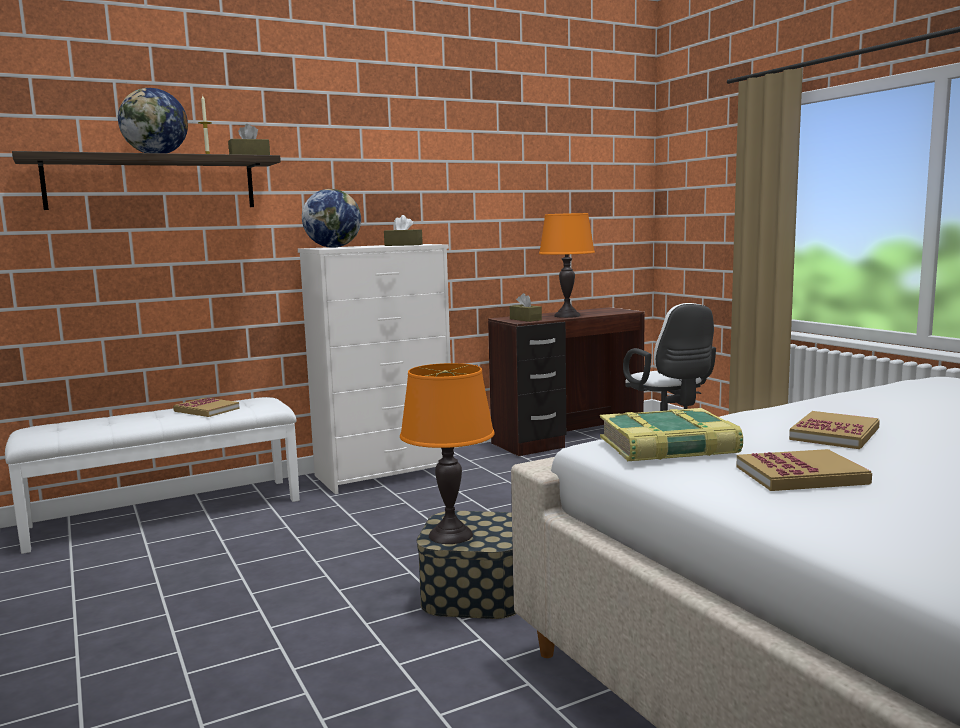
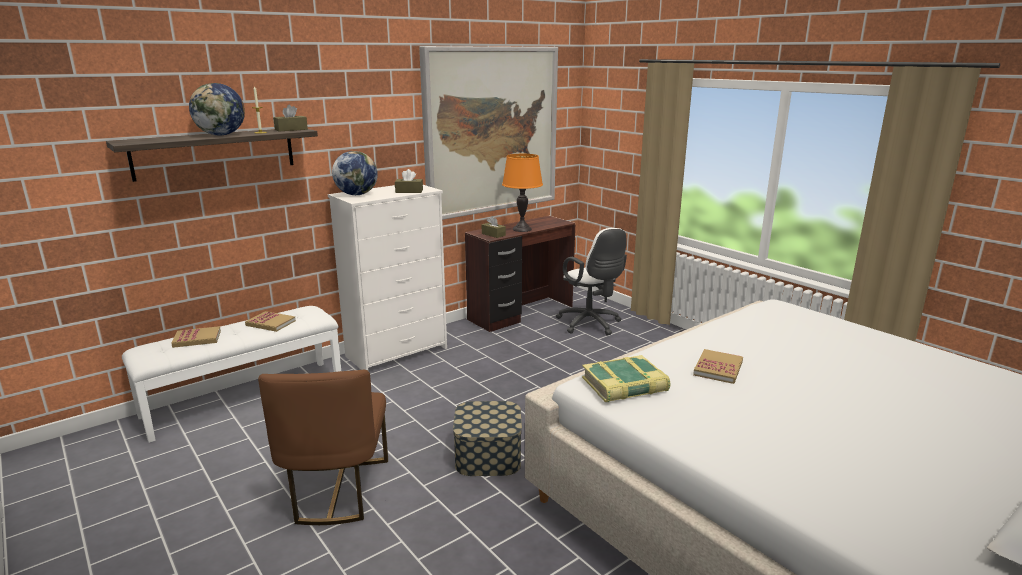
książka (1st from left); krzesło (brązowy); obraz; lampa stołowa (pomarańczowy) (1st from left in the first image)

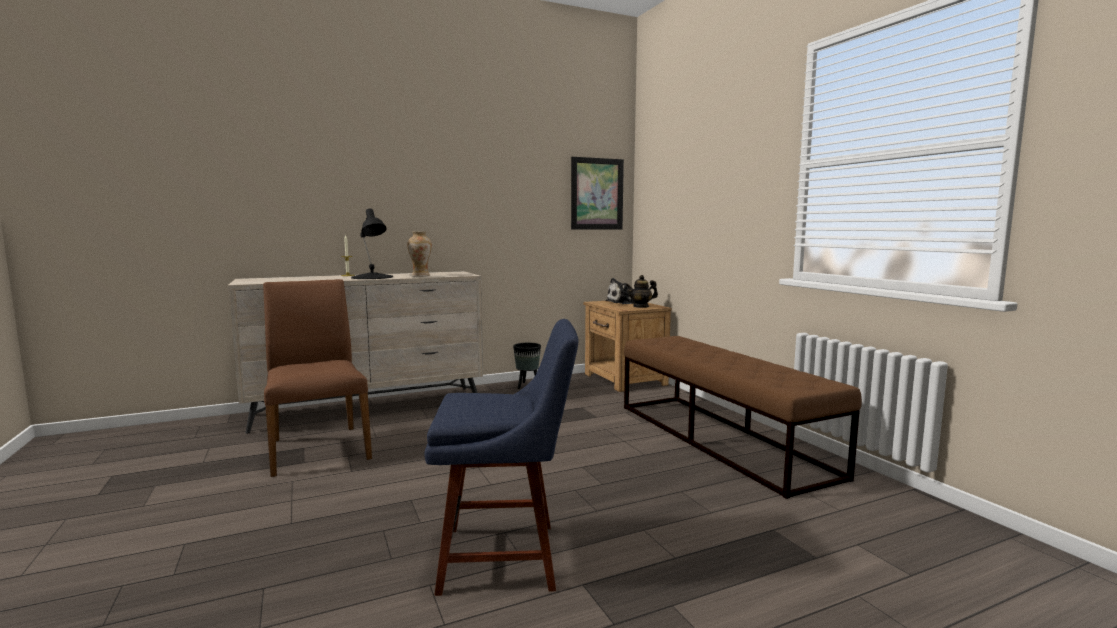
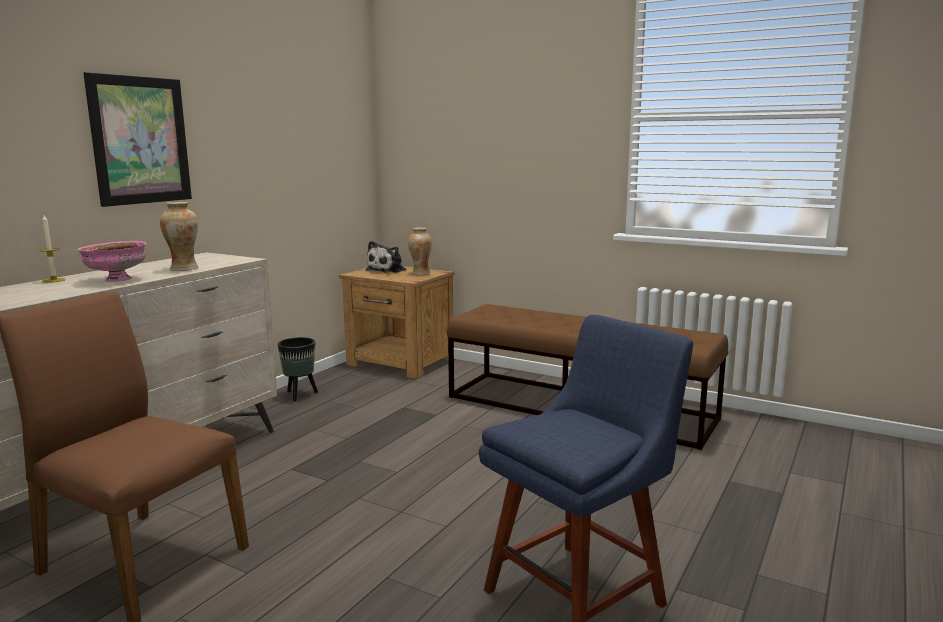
miska (różowy); obraz; wazon (2nd from left)

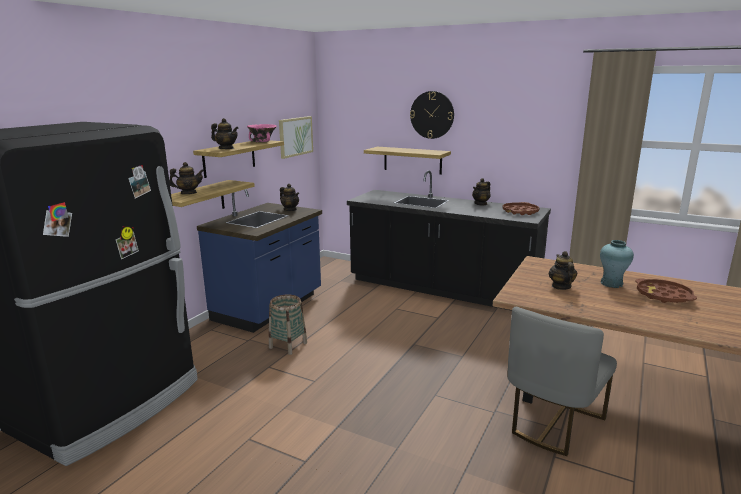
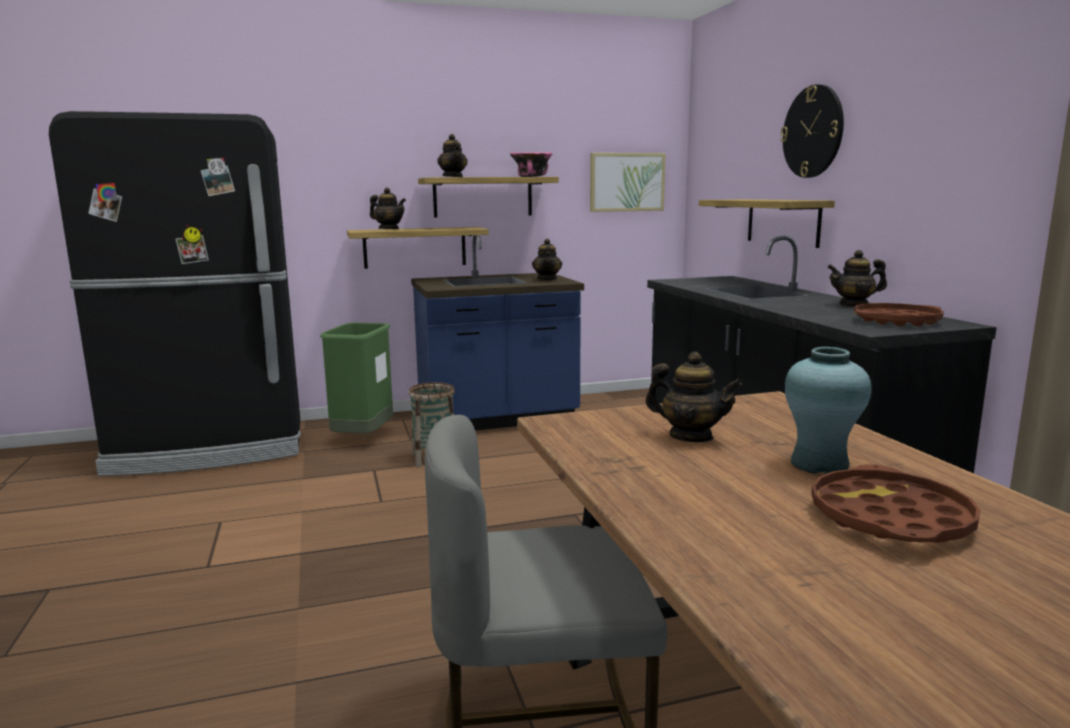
kosz na śmieci (zielony); imbryk (4th from left)

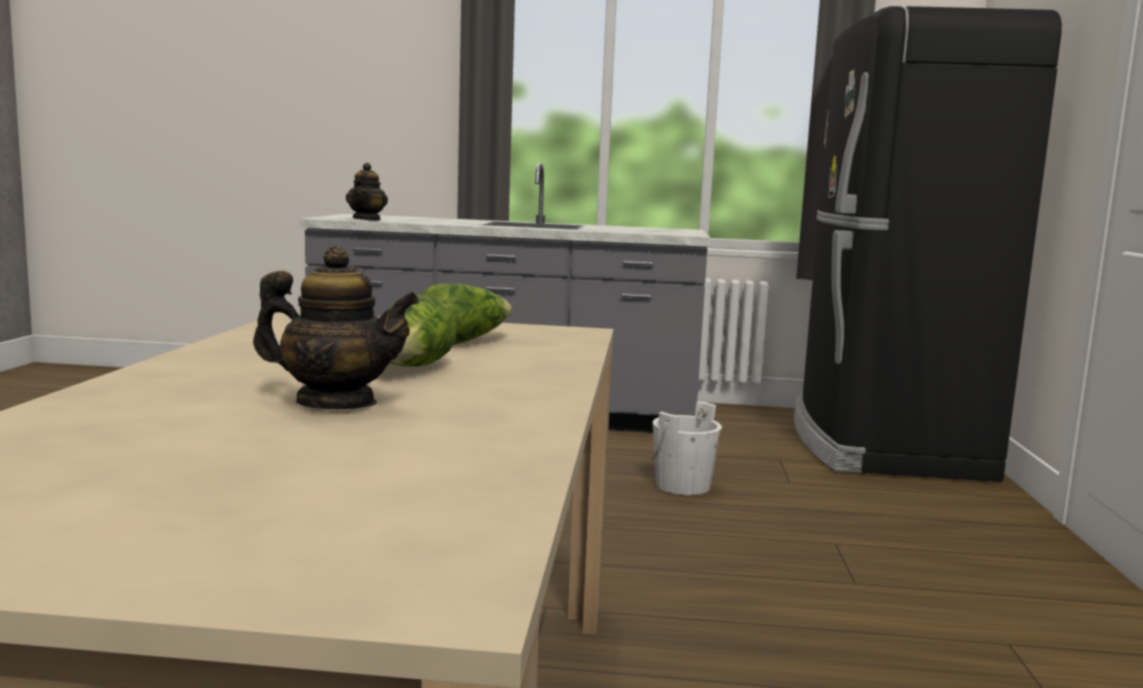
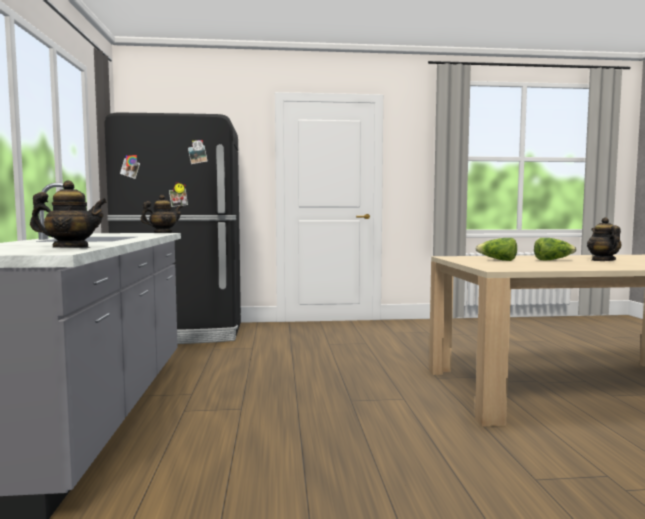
imbryk (2nd from left); wiadro (biały)

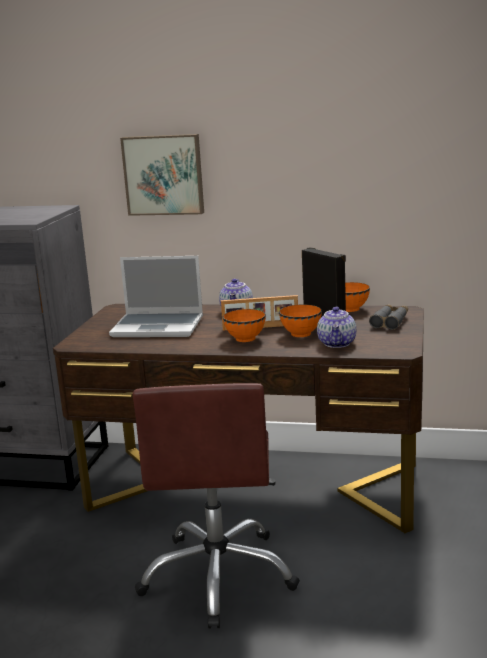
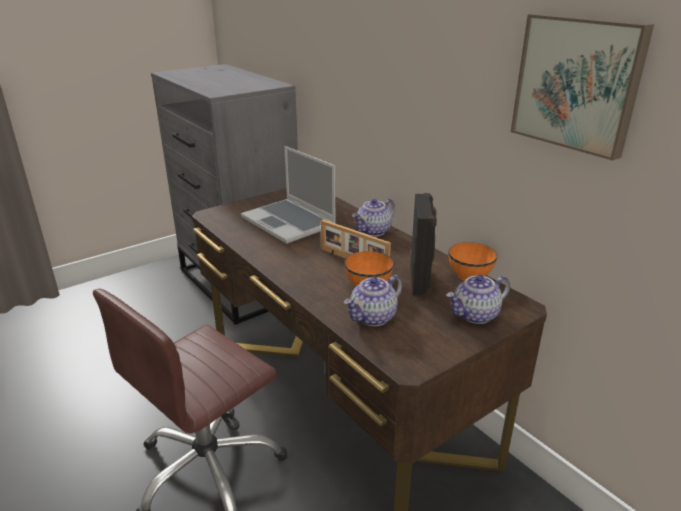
imbryk (3rd from left); obraz; miska (pomarańczowy) (1st from left in the first image)

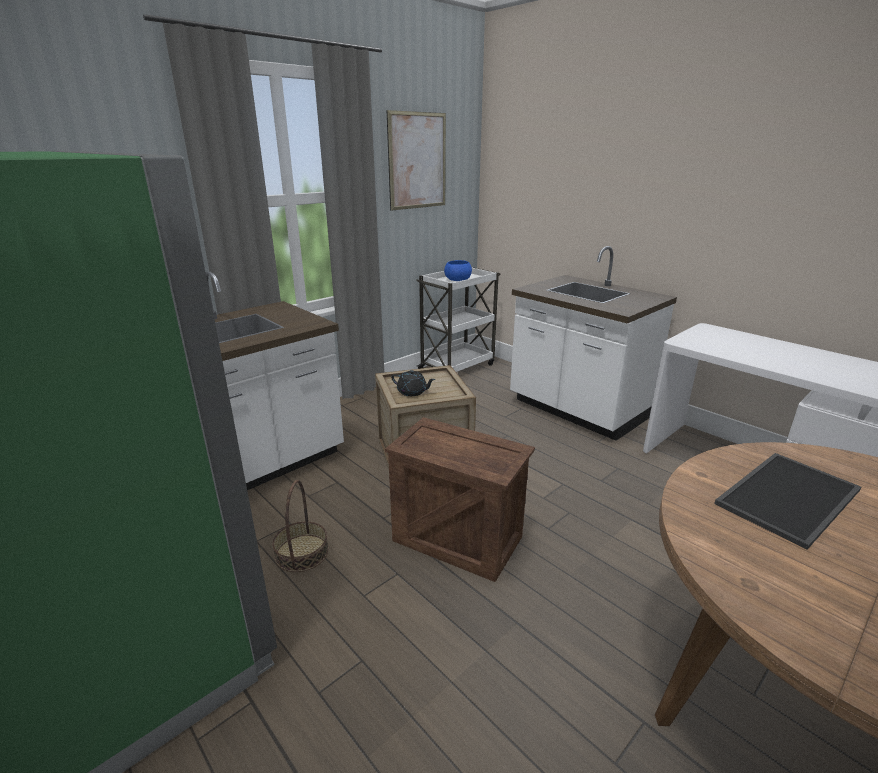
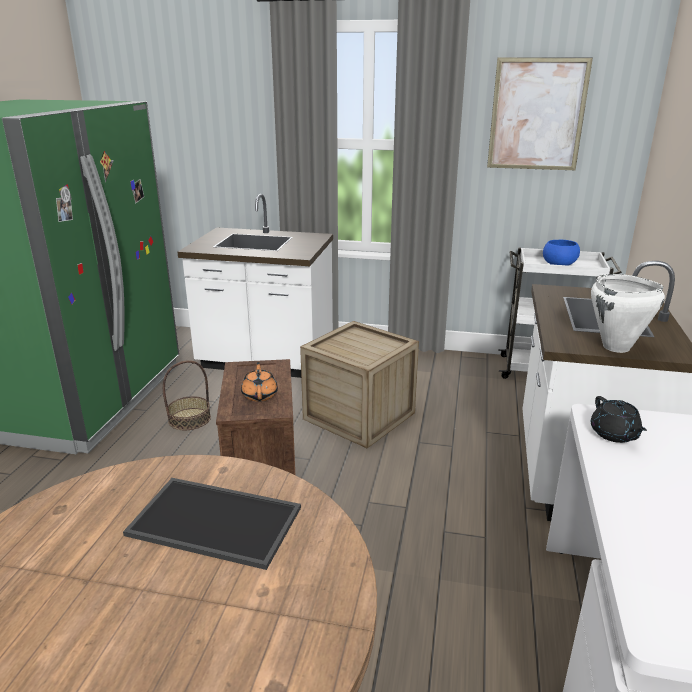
imbryk (pomarańczowy); garnek (biały); imbryk (czarny)

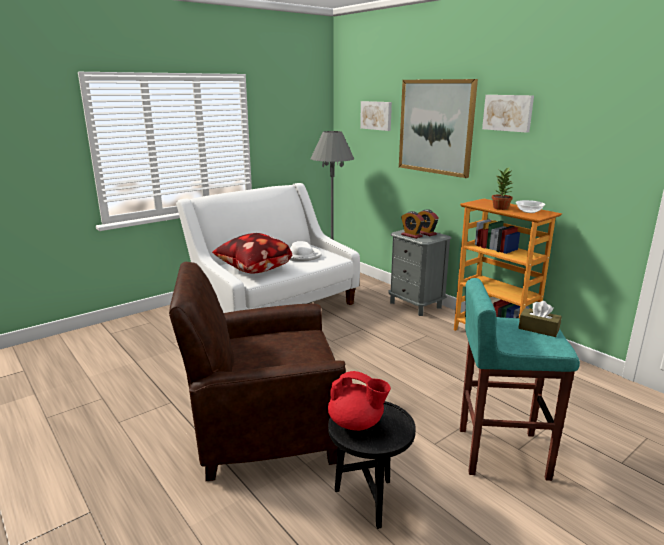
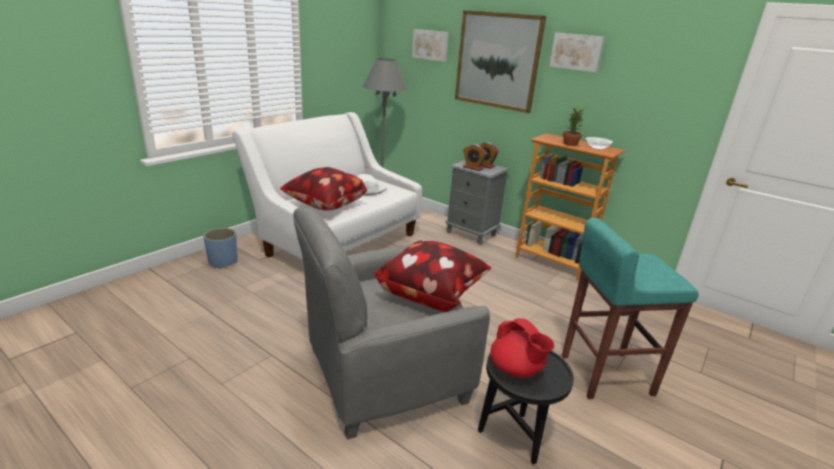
donica (niebieski); fotel (szary); poduszka (2nd from left); imbryk (czerwony); pudełko chusteczek (brązowy)

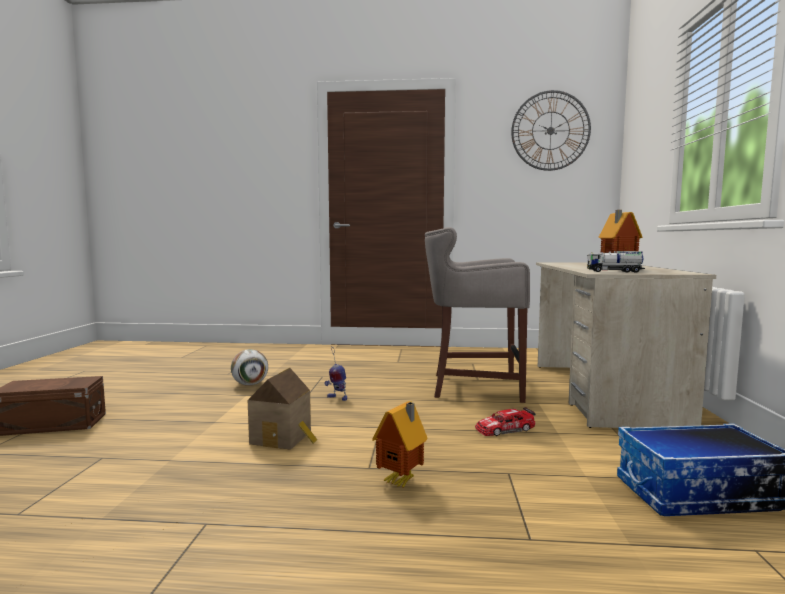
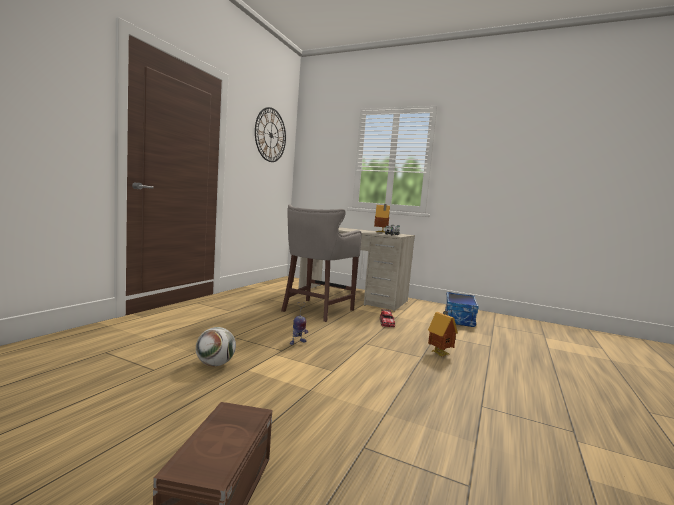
domek (1st from left in the first image)

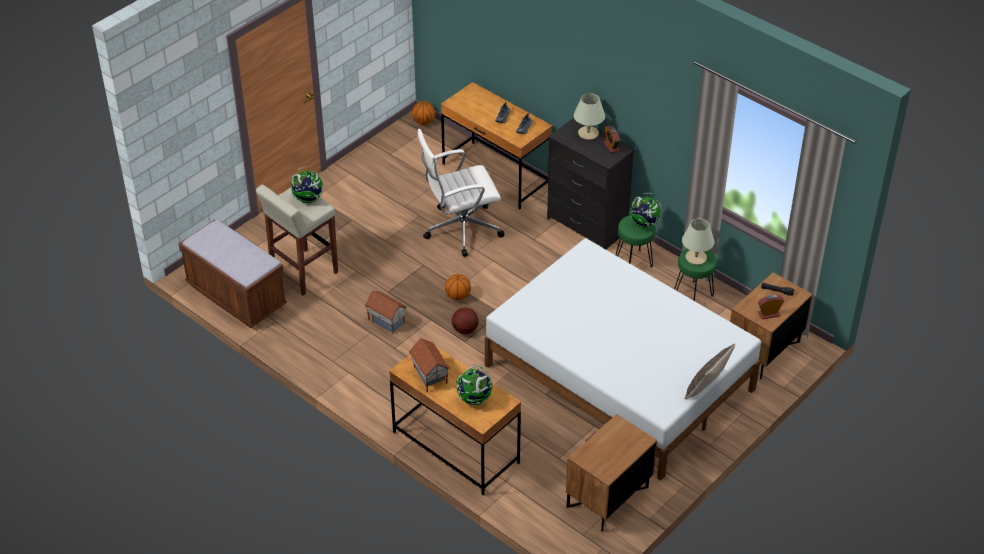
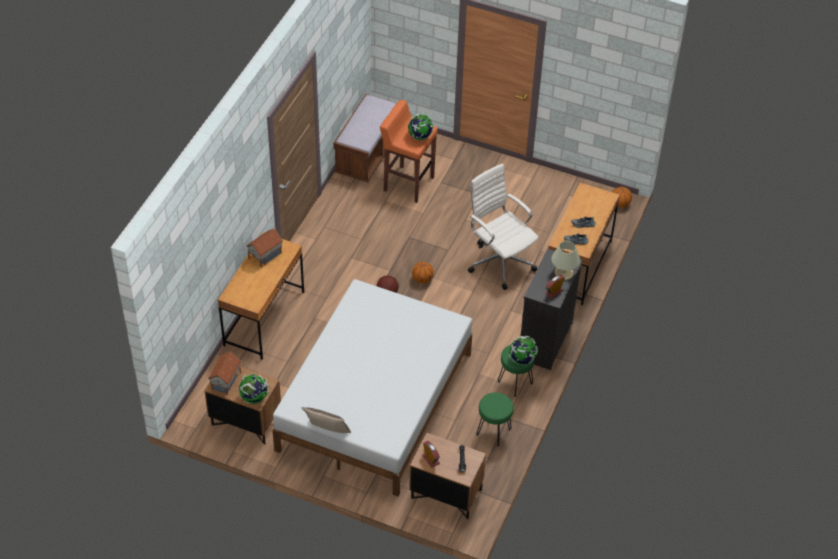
domek (1st from left); globus (1st from left); stołek (pomarańczowy); lampa stołowa (beżowy) (2nd from left in the first image)

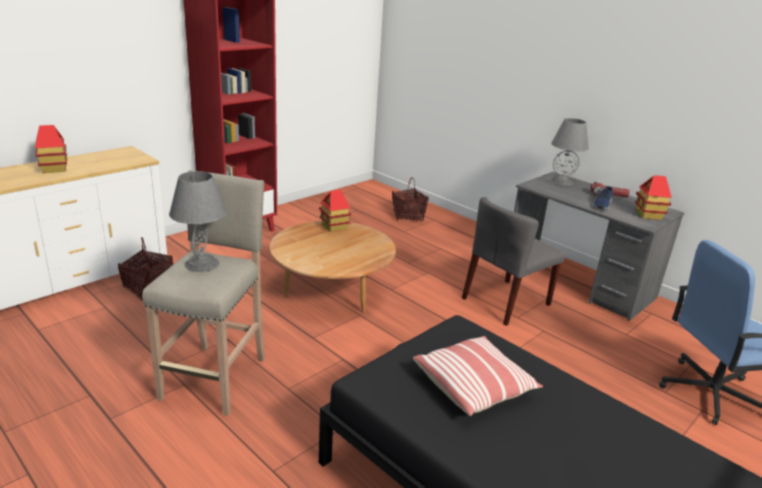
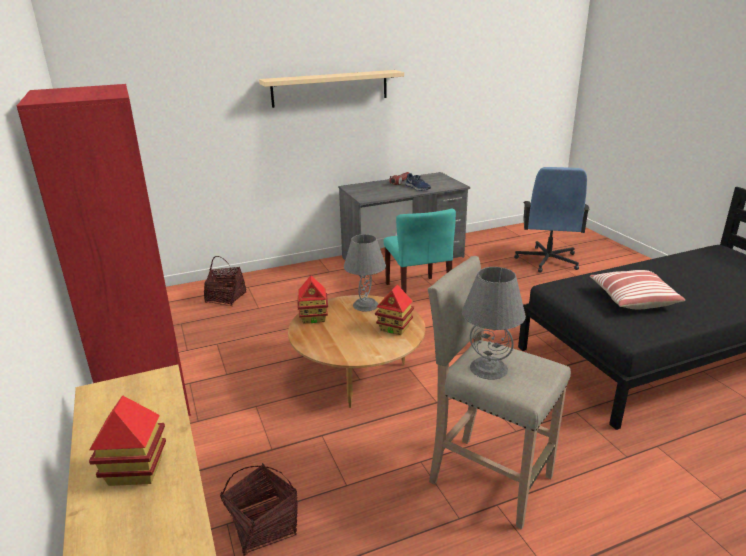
półka (beżowy); lampa stołowa (szary) (1st from left); domek (3rd from left); krzesło (turkusowy)

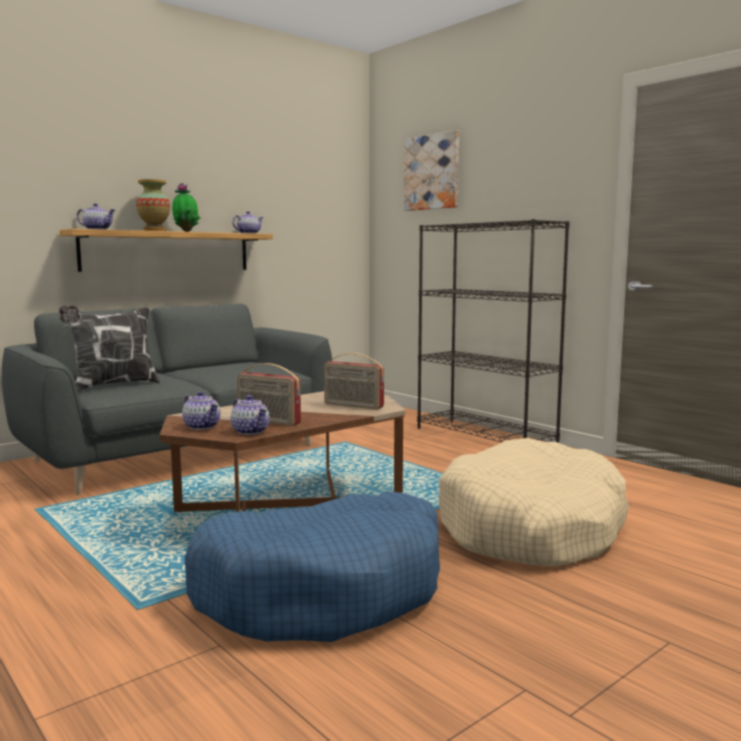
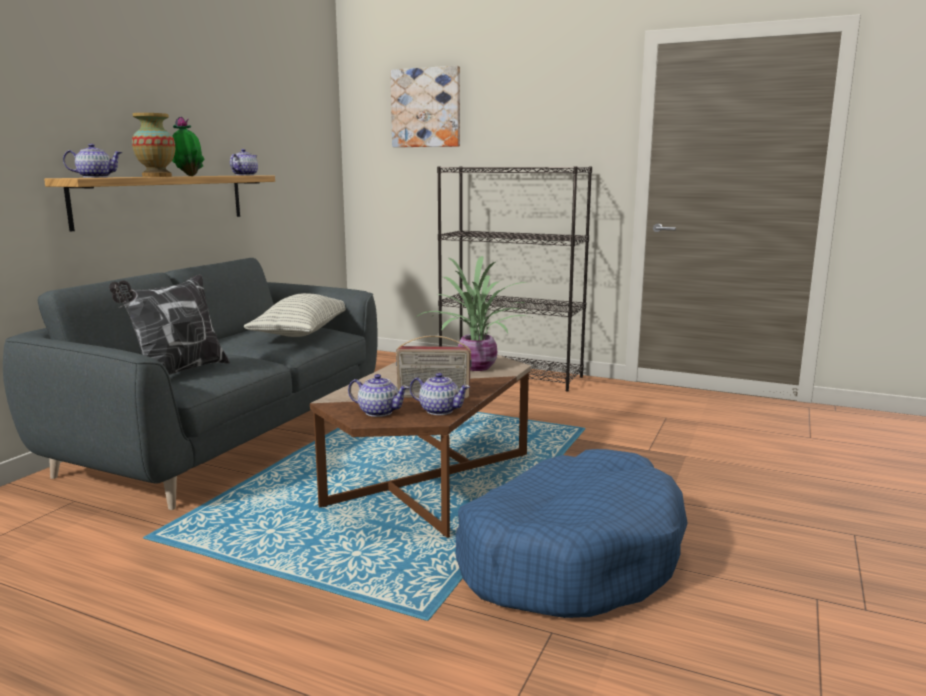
poduszka (2nd from left); roślina doniczkowa (2nd from left); legowisko (beżowy)

